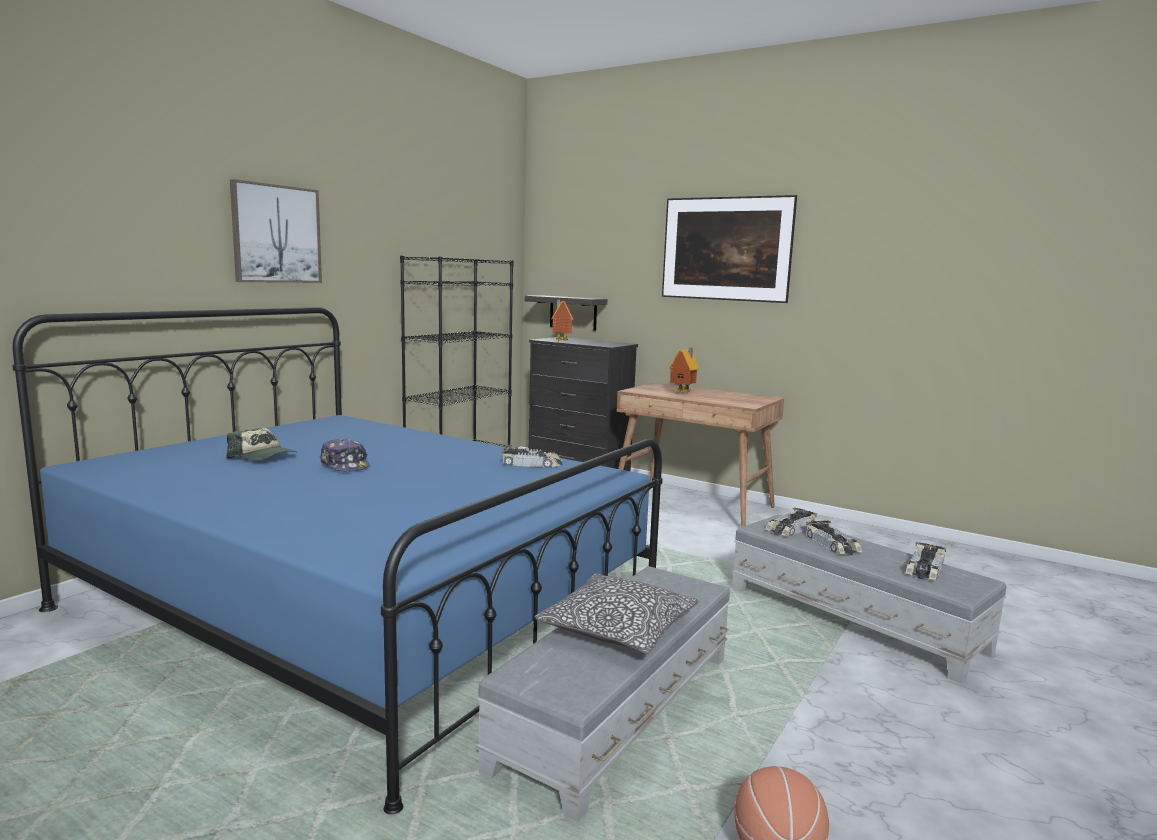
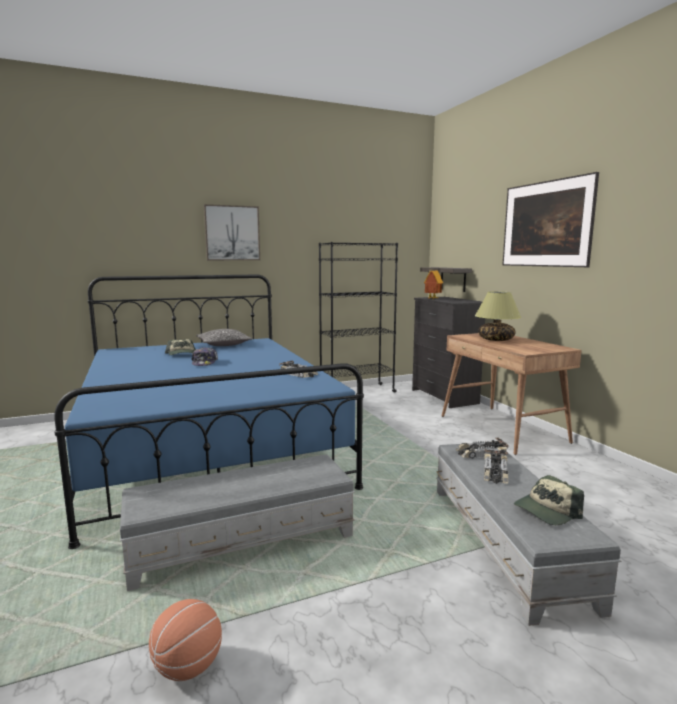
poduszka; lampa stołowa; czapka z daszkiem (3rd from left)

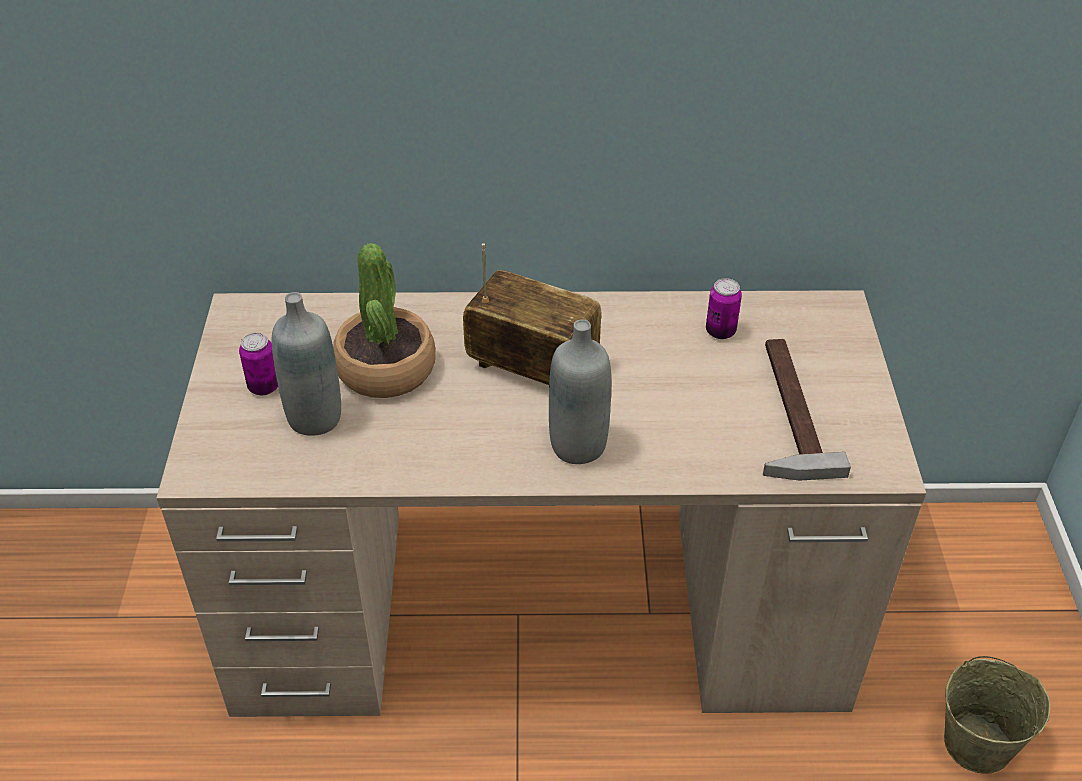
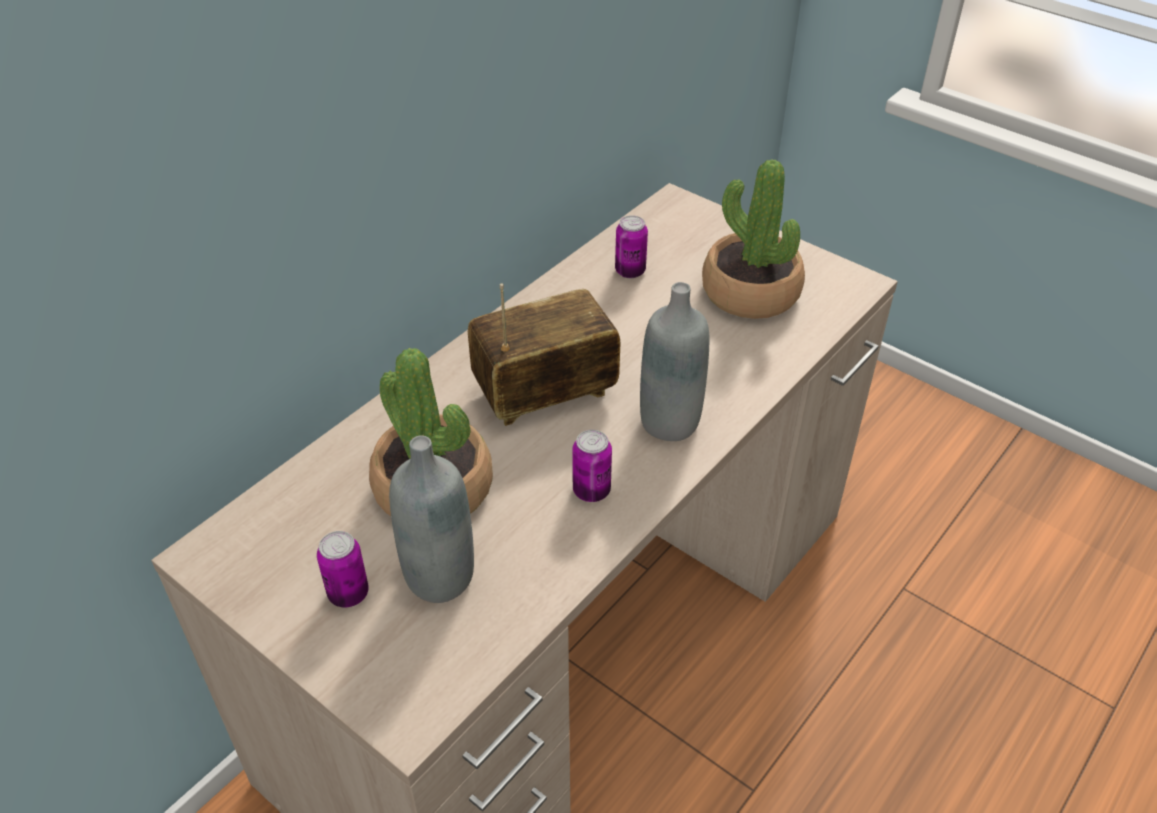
puszka (2nd from left); roślina doniczkowa (2nd from left); wiadro (beżowy)

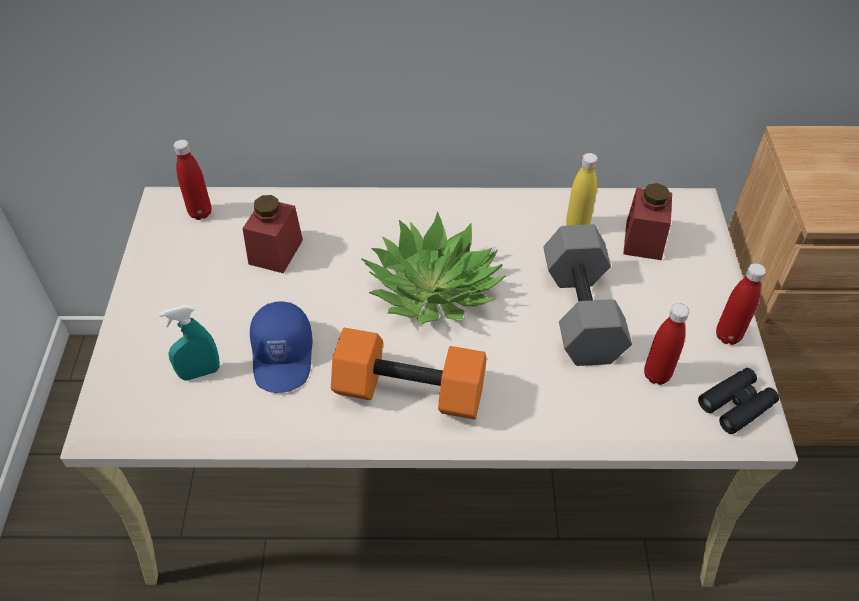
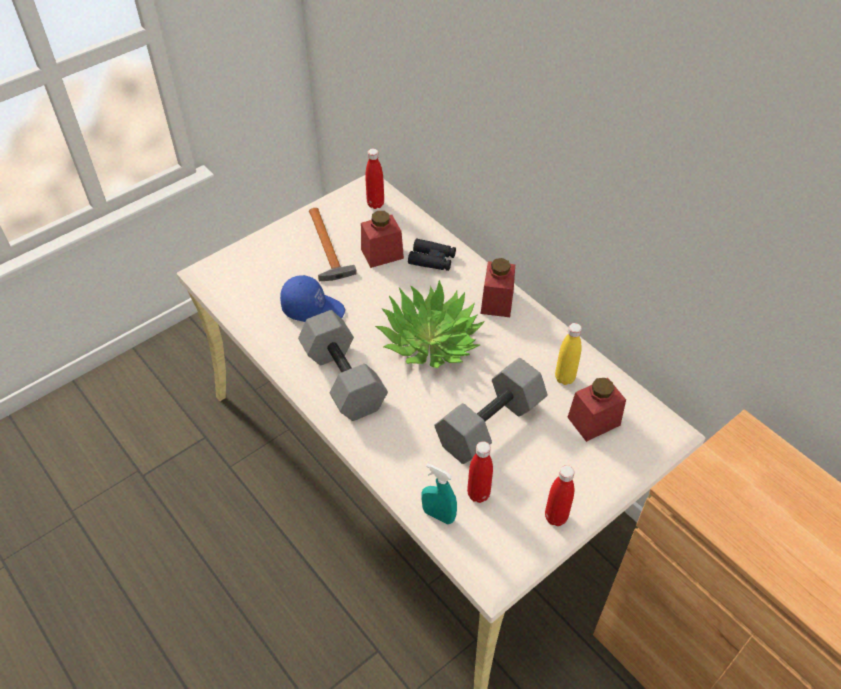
czapka z daszkiem (niebieski); hantel (szary) (1st from left); młotek; lornetka (czarny); spryskiwacz (turkusowy); słoik (czerwony) (2nd from left)

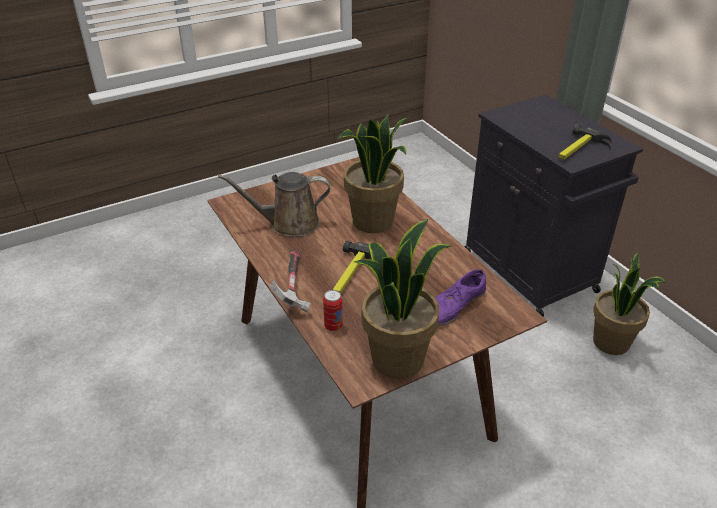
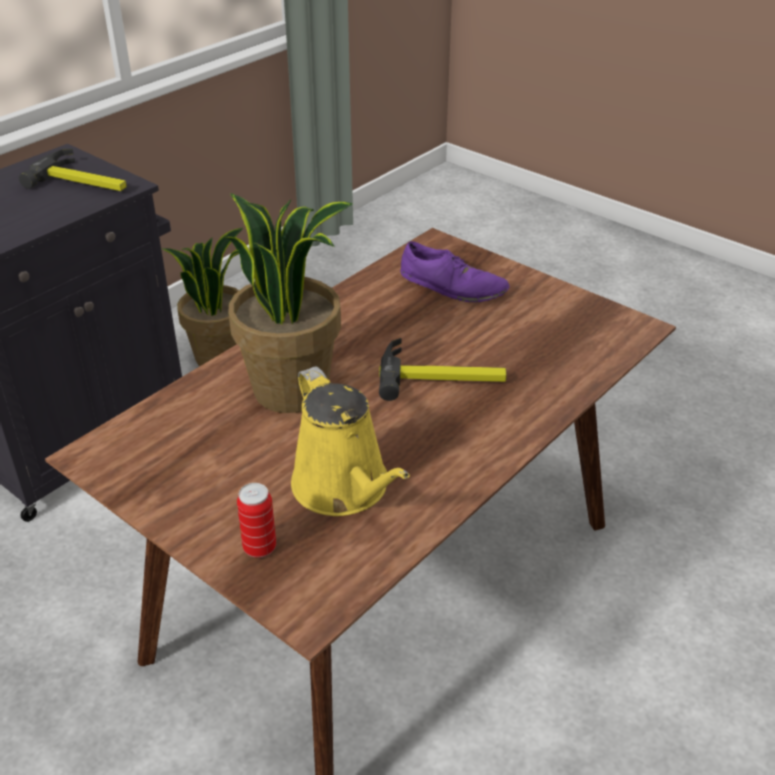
puszka; konewka (żółty); młotek (1st from left in the first image); roślina doniczkowa (2nd from left in the first image)

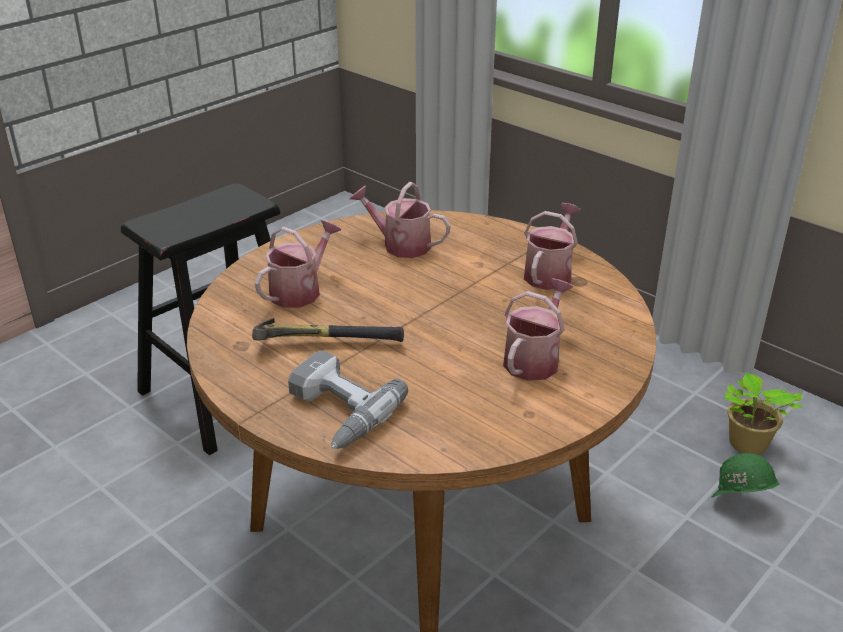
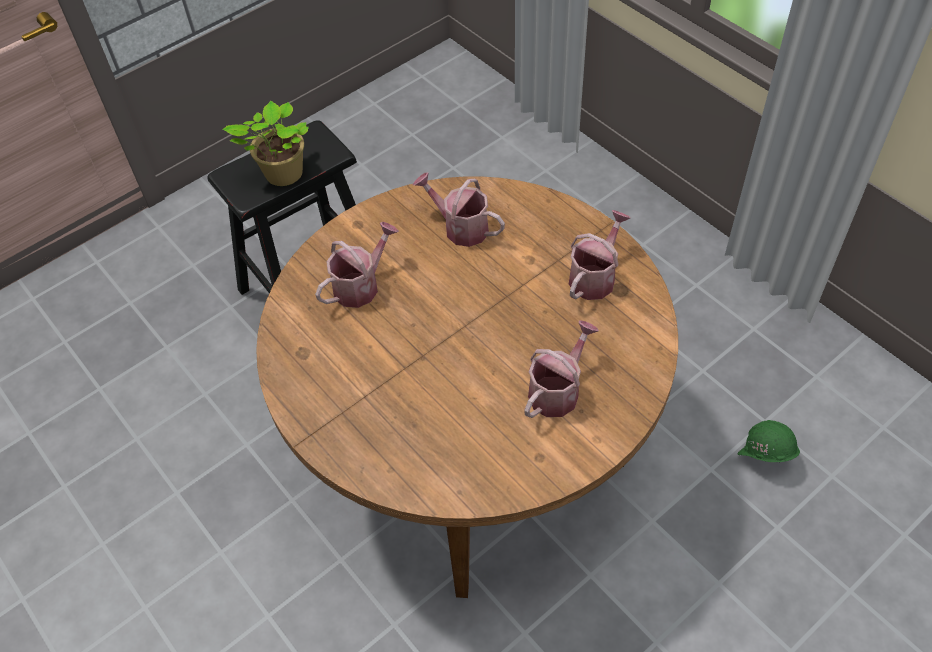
roślina doniczkowa; młotek; wiertarka

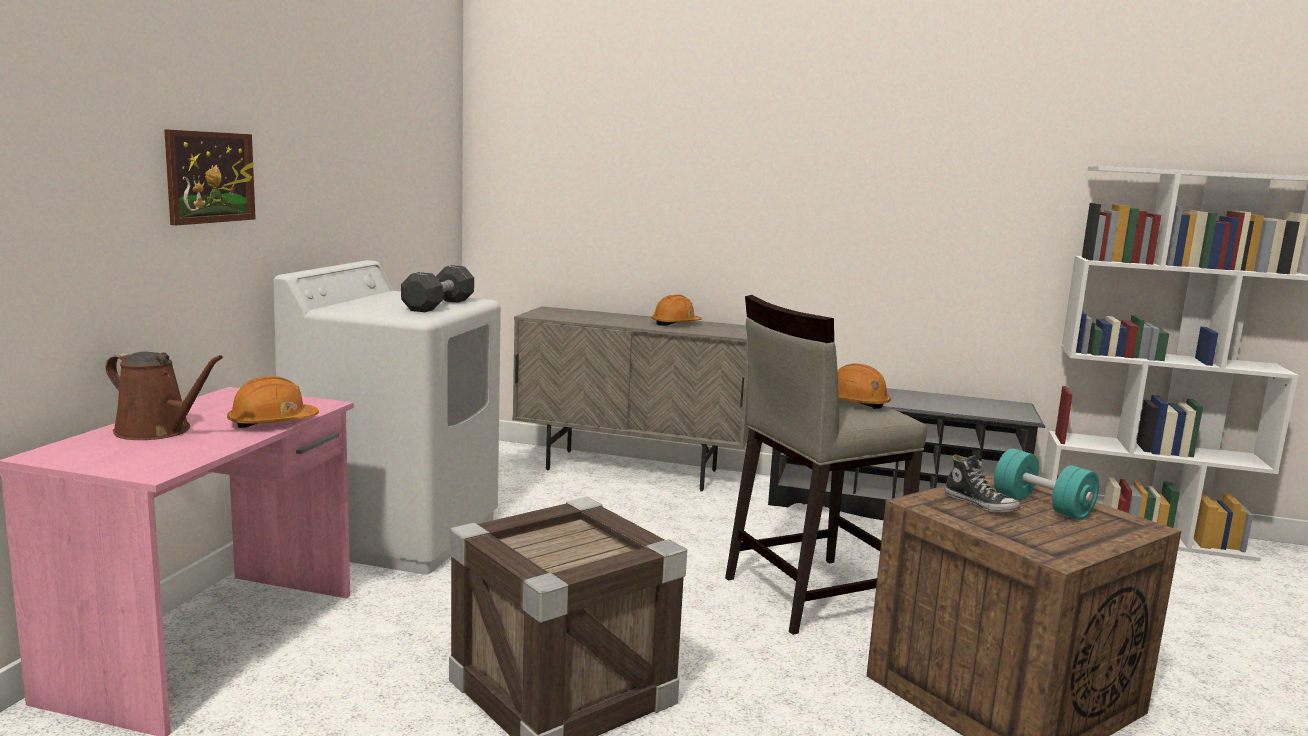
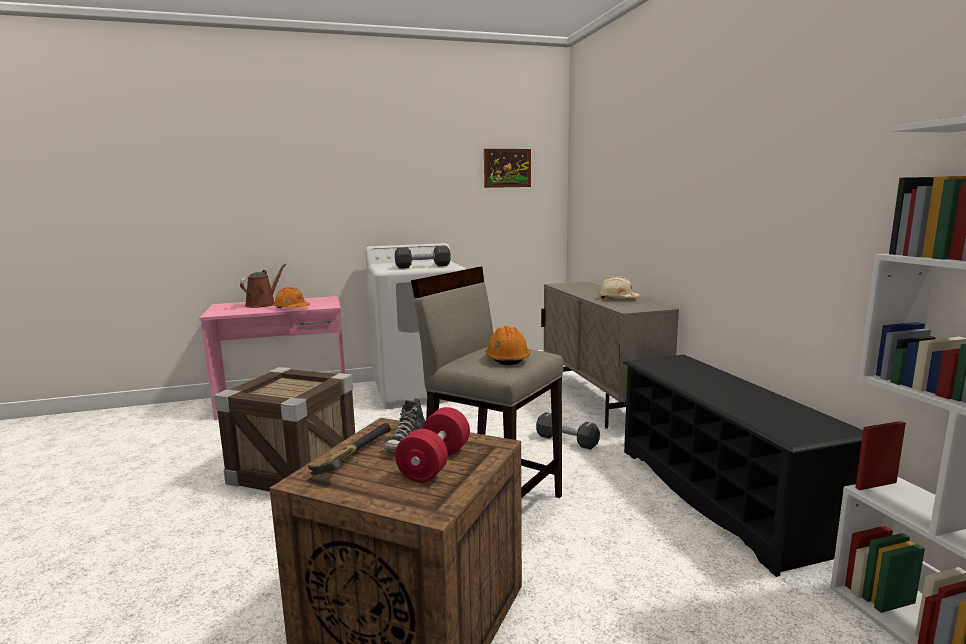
konewka (brązowy); młotek; hantel (czerwony); obraz; hantel (czarny) (2nd from left); kask (beżowy)

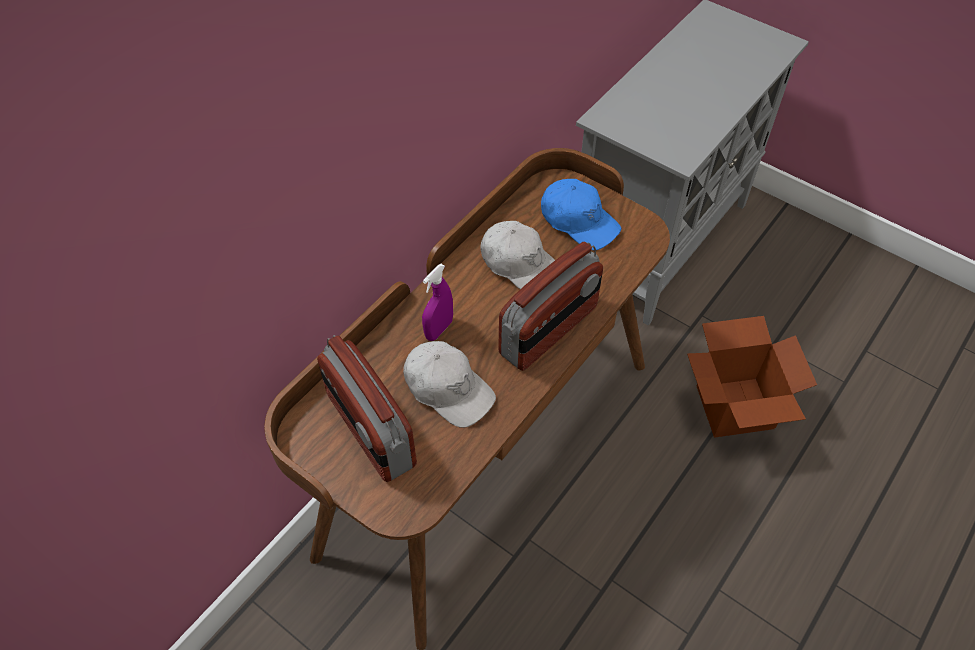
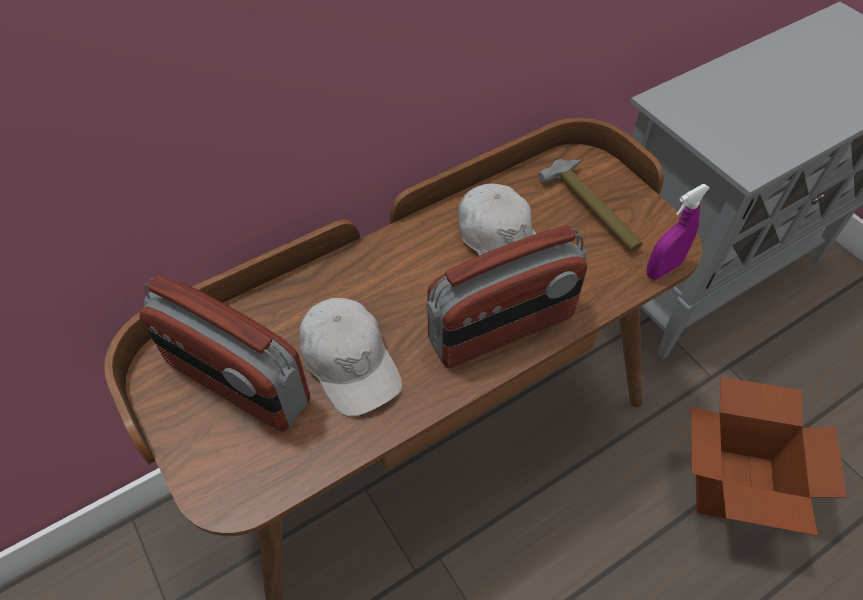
radio (1st from left); młotek; spryskiwacz (fioletowy)

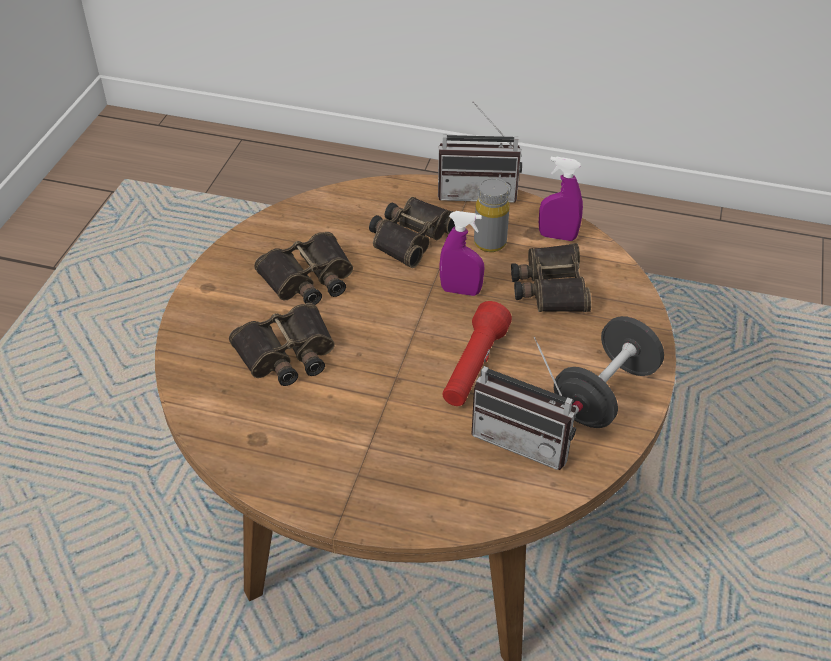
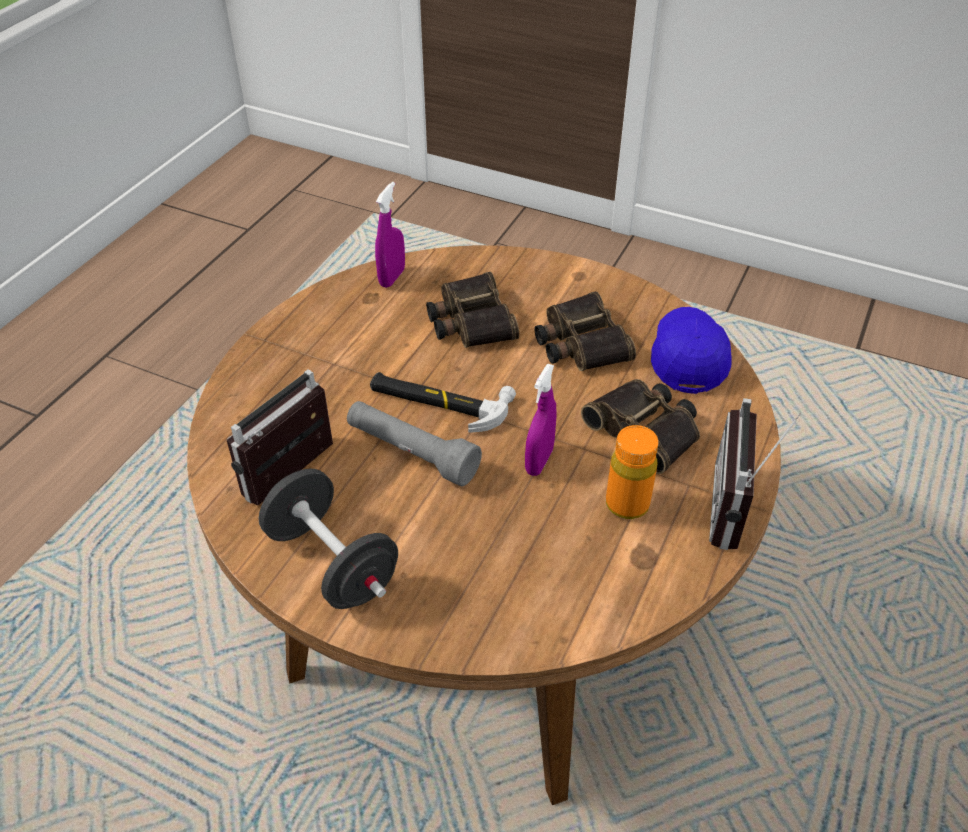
latarka (szary); młotek; spryskiwacz (fioletowy) (1st from left); butelka (pomarańczowy); czapka z daszkiem (niebieski); lornetka (4th from left in the first image)

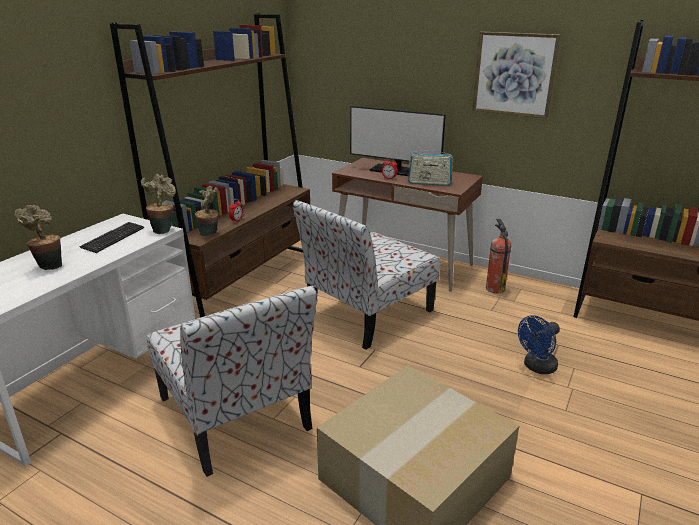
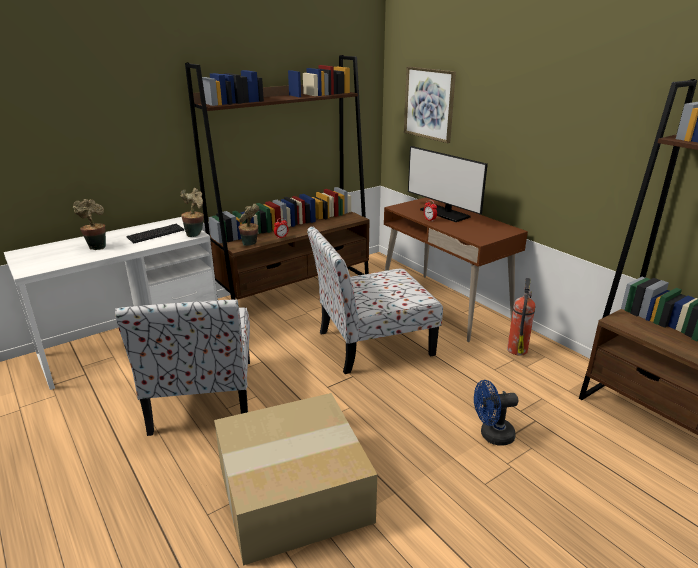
obraz; radio

